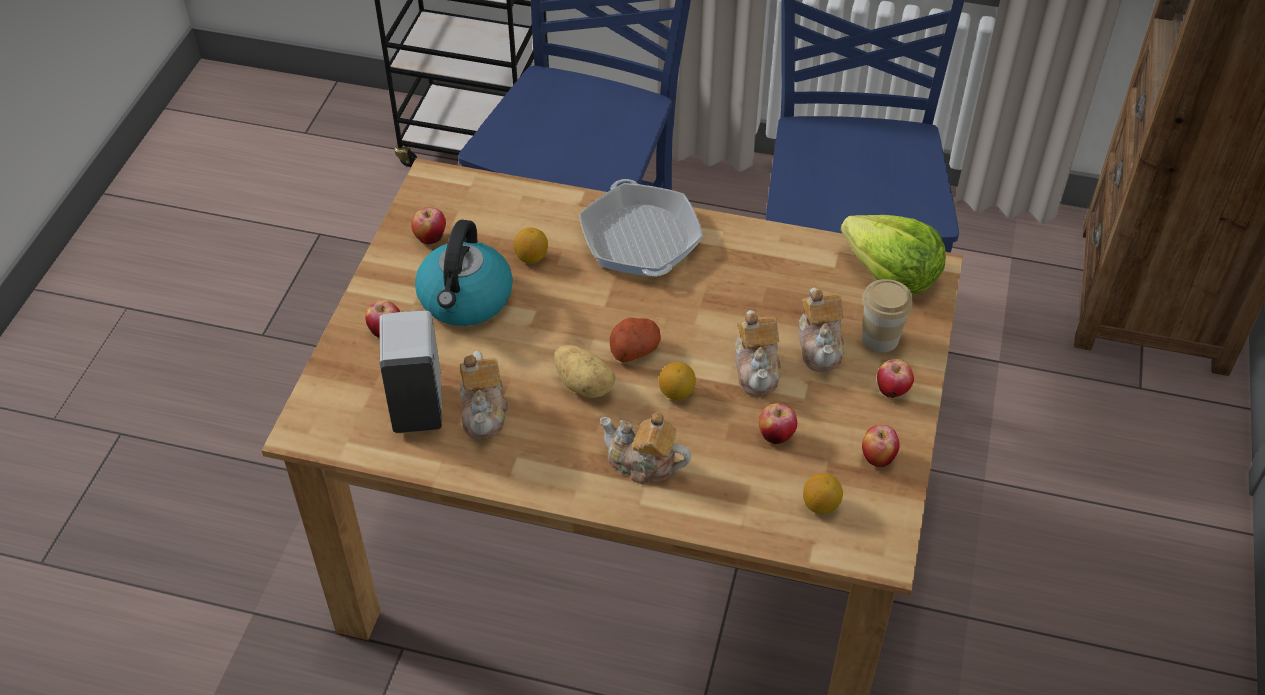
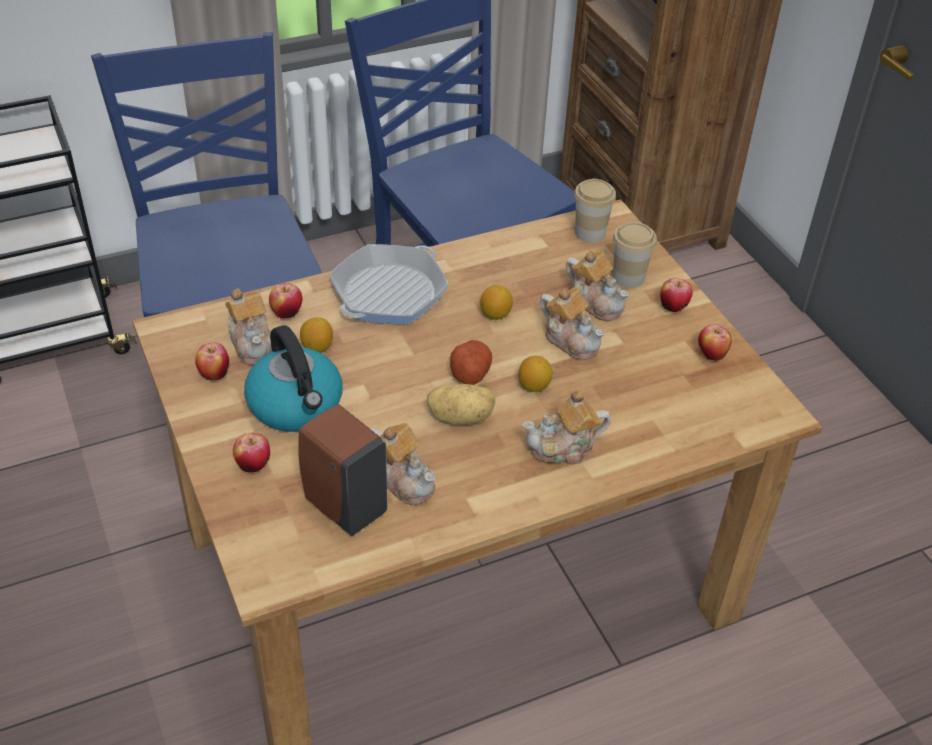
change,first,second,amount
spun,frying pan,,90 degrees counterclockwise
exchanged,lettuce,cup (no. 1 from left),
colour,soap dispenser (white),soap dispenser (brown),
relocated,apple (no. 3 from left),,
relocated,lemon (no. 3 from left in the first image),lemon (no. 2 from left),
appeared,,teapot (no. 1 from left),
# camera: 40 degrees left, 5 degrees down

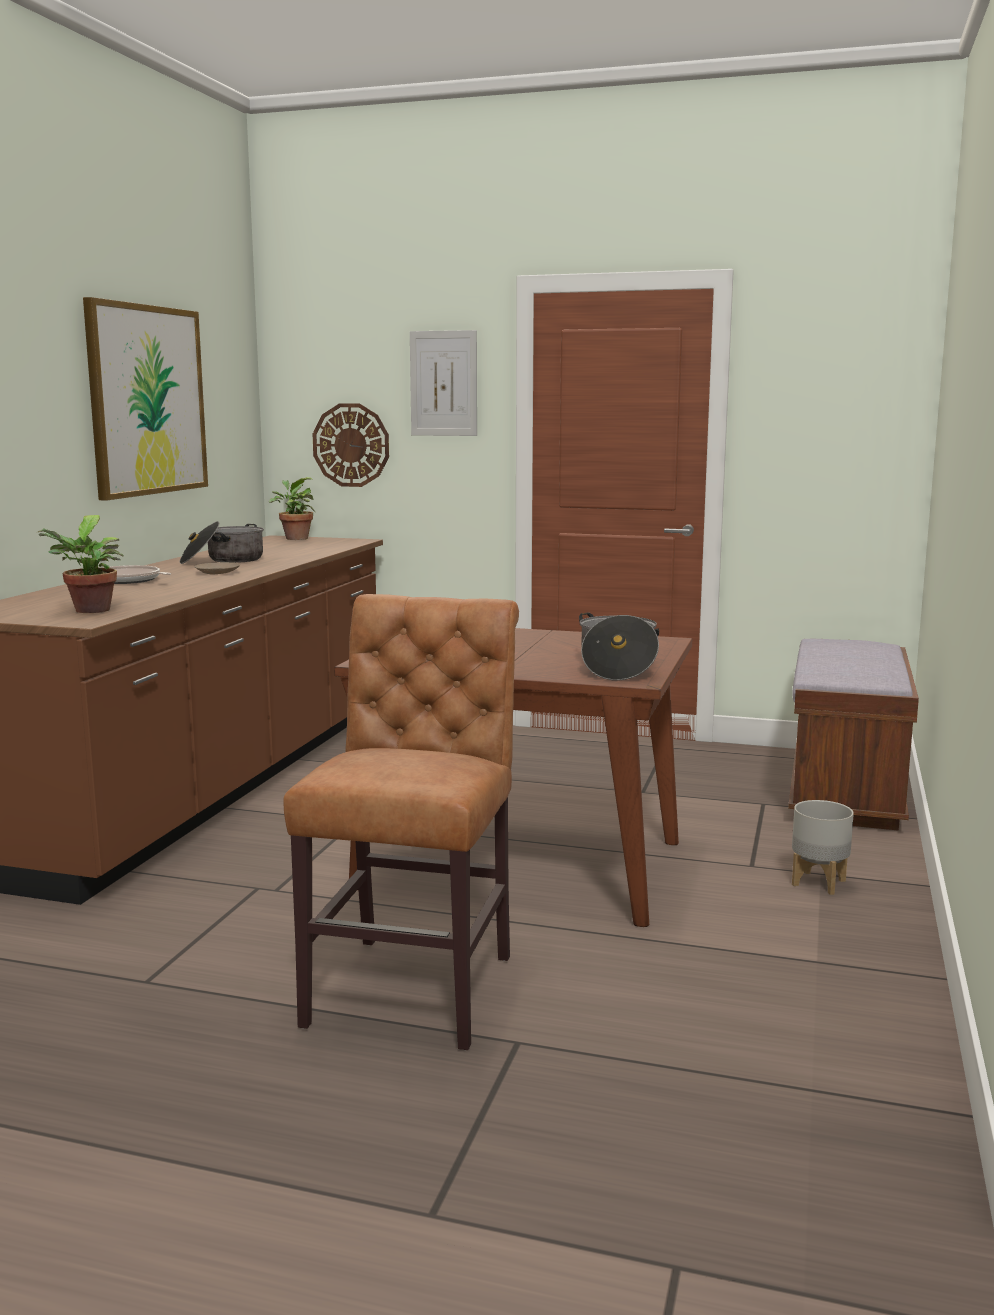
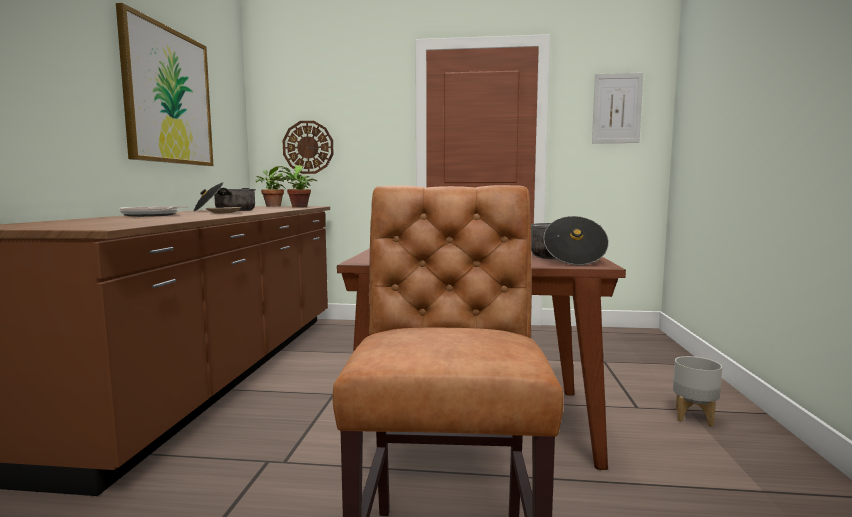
change,first,second,amount
relocated,picture (no. 2 from left),,
relocated,potted plant (no. 1 from left in the first image),potted plant (no. 2 from left),
missing,bench (brown),,
# camera: 10 degrees left, 5 degrees down

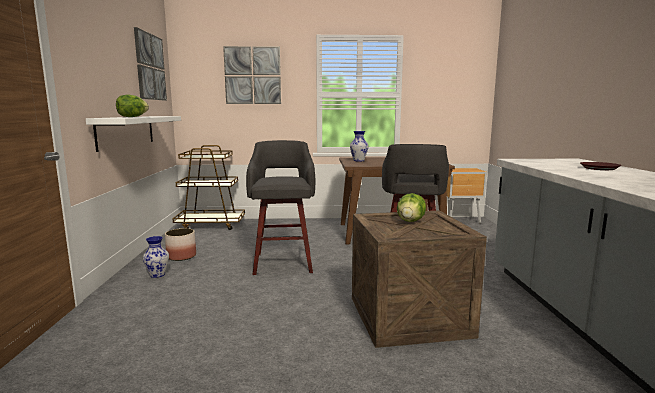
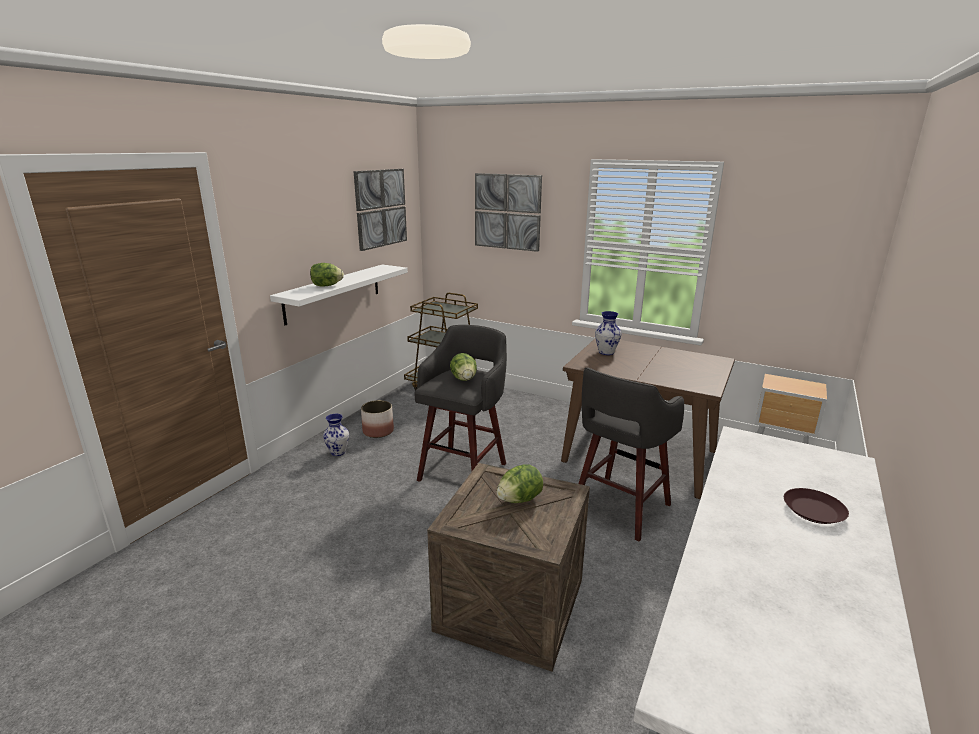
change,first,second,amount
appeared,,lettuce (no. 2 from left),
# camera: 30 degrees right, 10 degrees up

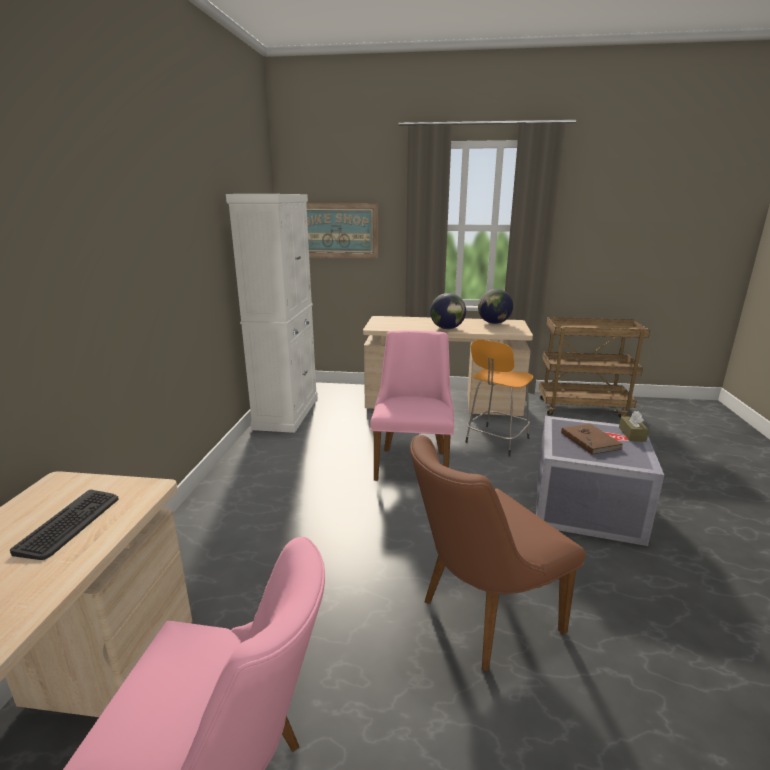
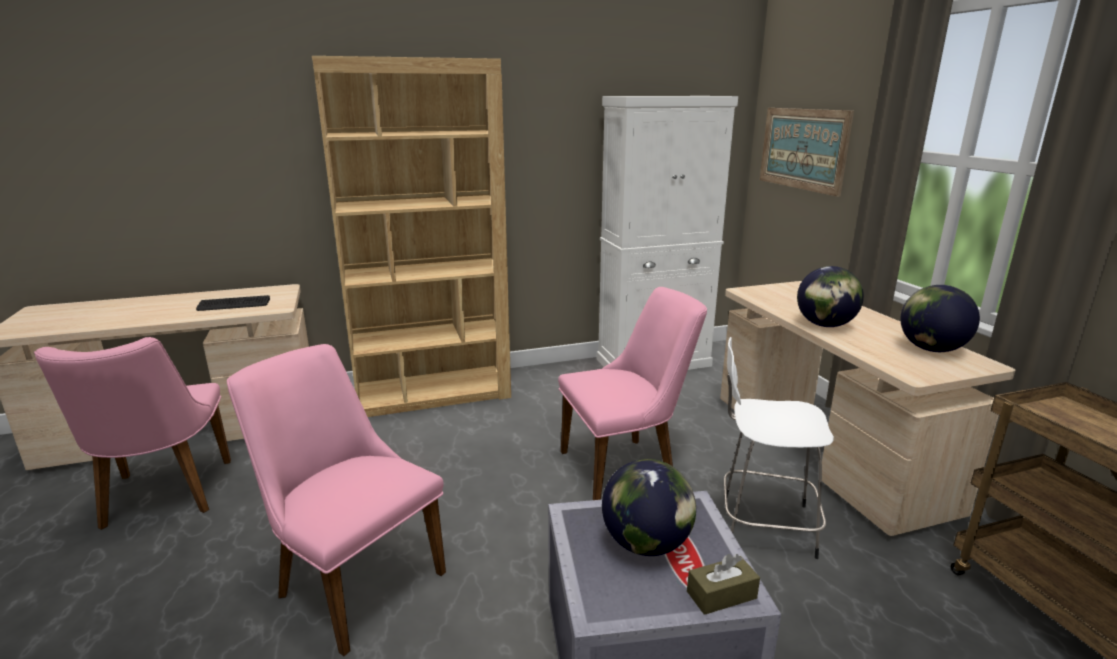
change,first,second,amount
colour,stool (orange),stool (white),
exchanged,book (brown),globe (no. 1 from left),
colour,chair (brown),chair (pink) (no. 2 from left),
appeared,,bookcase (brown),
# camera: 65 degrees right, 0 degrees up

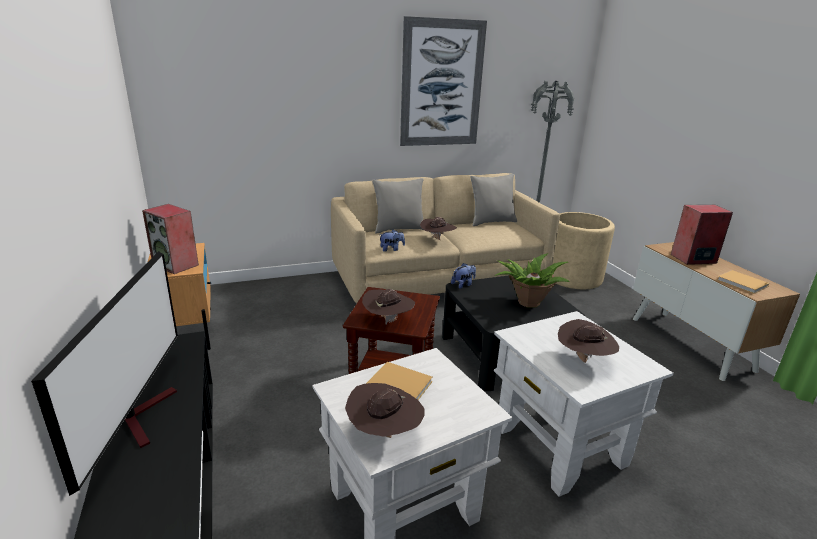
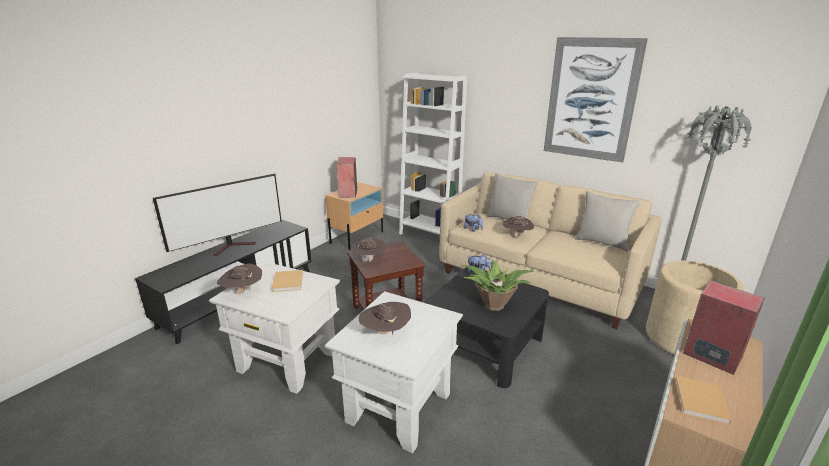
change,first,second,amount
appeared,,bookcase (white),
# camera: 55 degrees right, 0 degrees up

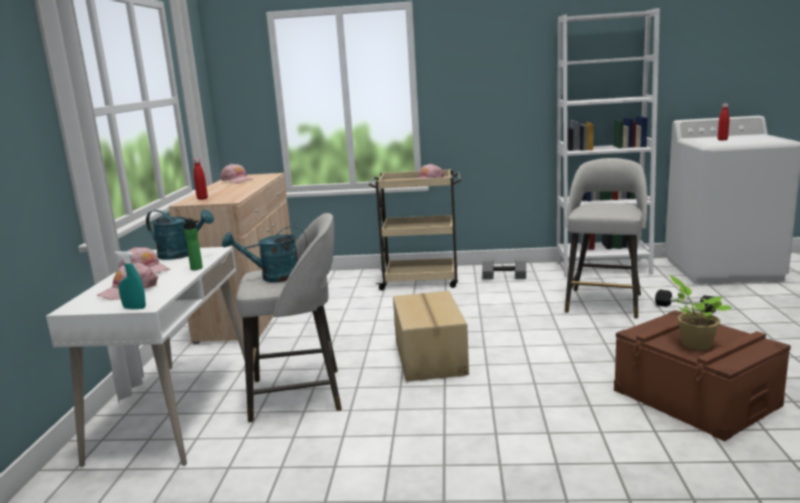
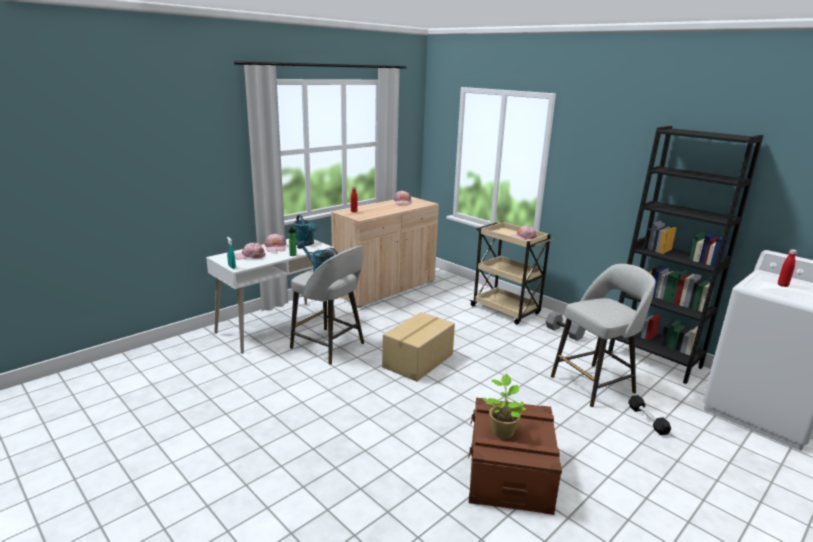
change,first,second,amount
colour,bookcase (white),bookcase (black),
# camera: 40 degrees right, 5 degrees up

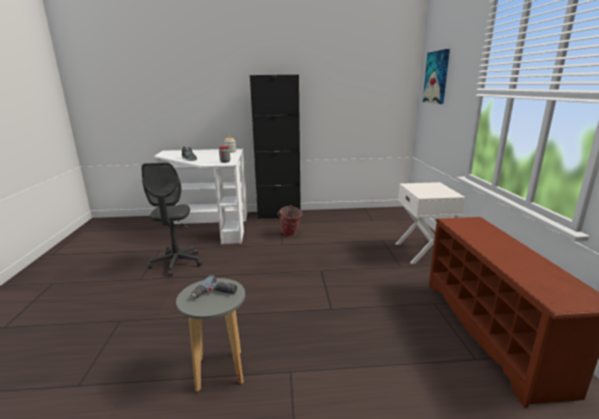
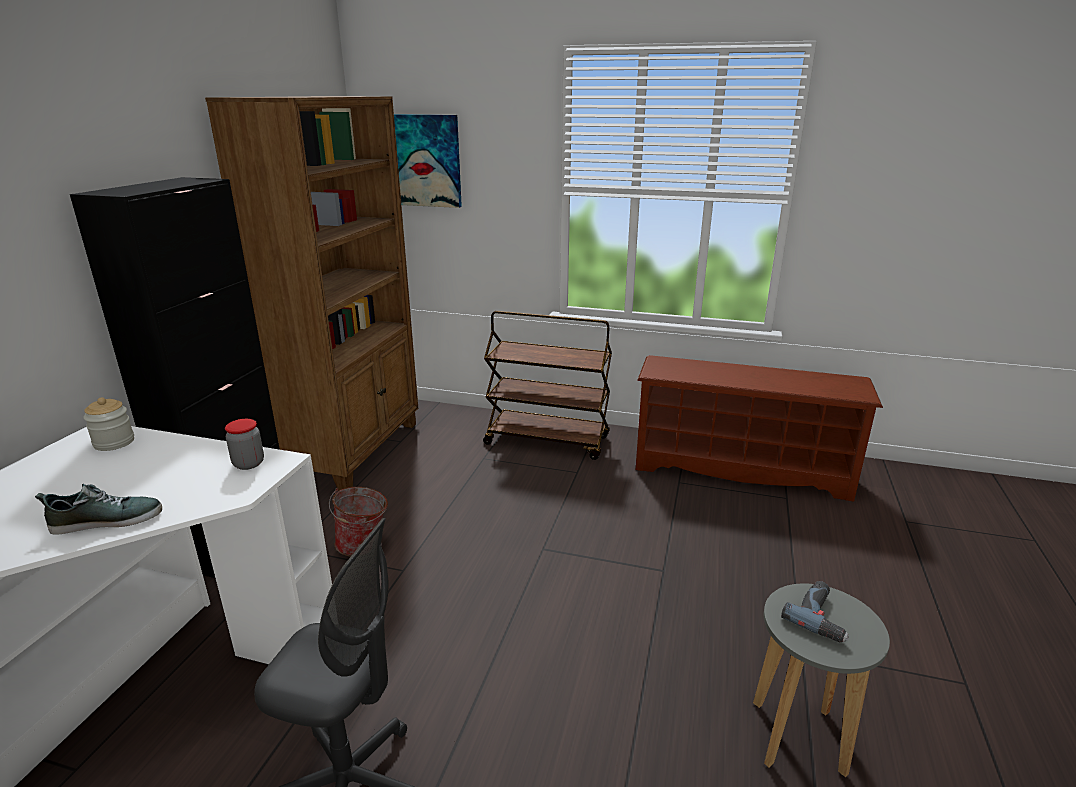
change,first,second,amount
exchanged,nightstand (white),cart (brown),
appeared,,bookcase (brown),
# camera: 70 degrees left, 5 degrees up

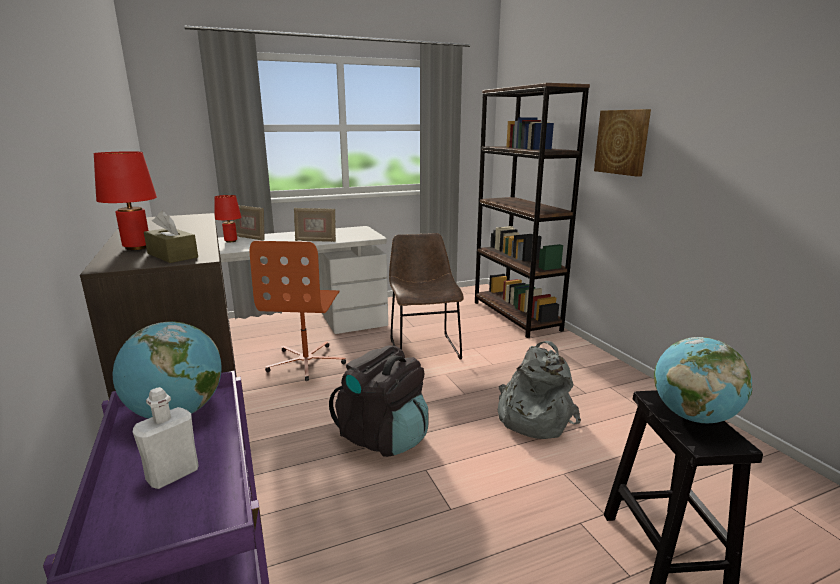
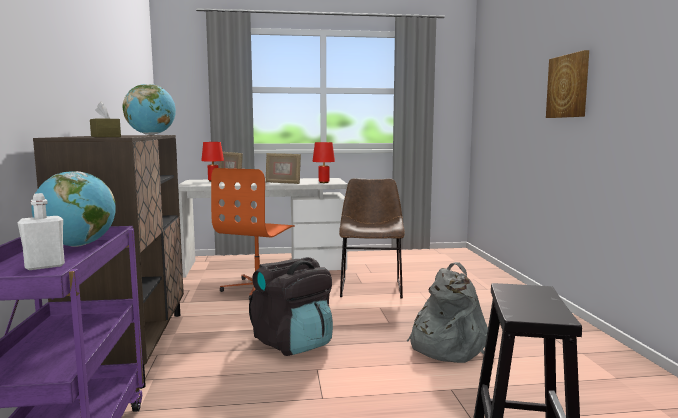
change,first,second,amount
missing,bookcase (brown),,
relocated,table lamp (red) (no. 1 from left in the first image),table lamp (red) (no. 2 from left),
relocated,globe (no. 2 from left),,
# camera: 15 degrees right, 10 degrees down

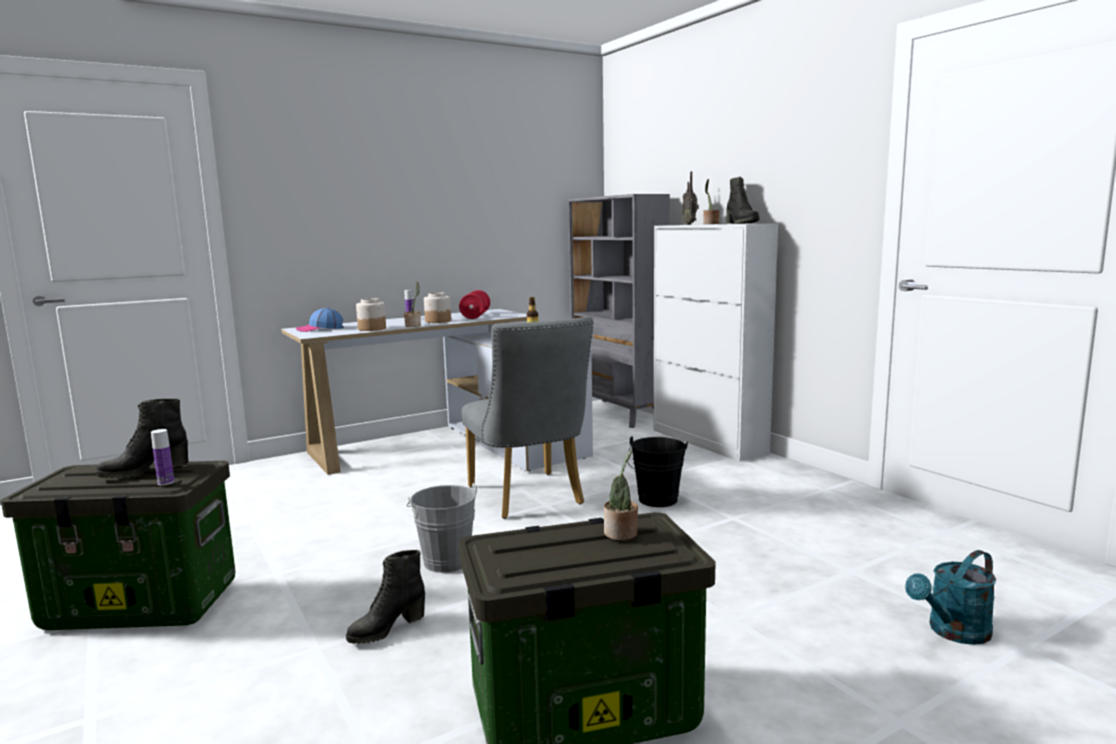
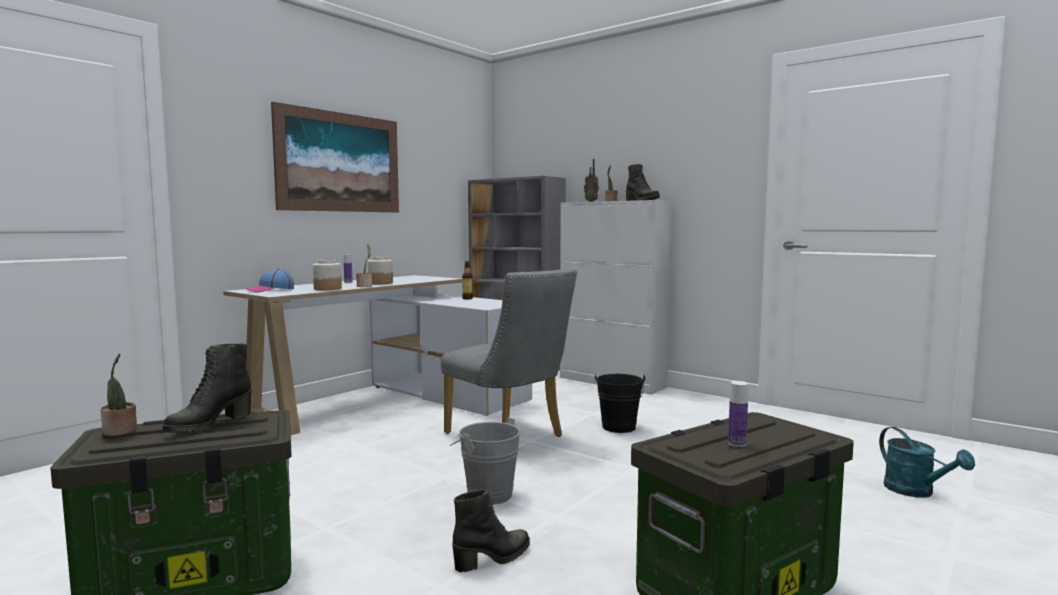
change,first,second,amount
missing,dumbbell (red),,
relocated,bottle (no. 1 from left in the first image),bottle (no. 3 from left),
relocated,potted plant (no. 2 from left in the first image),potted plant (no. 1 from left),
spun,boot (black) (no. 2 from left),,150 degrees counterclockwise
spun,watering can (turquoise),,60 degrees counterclockwise
appeared,,picture,
# camera: 20 degrees left, 5 degrees down

